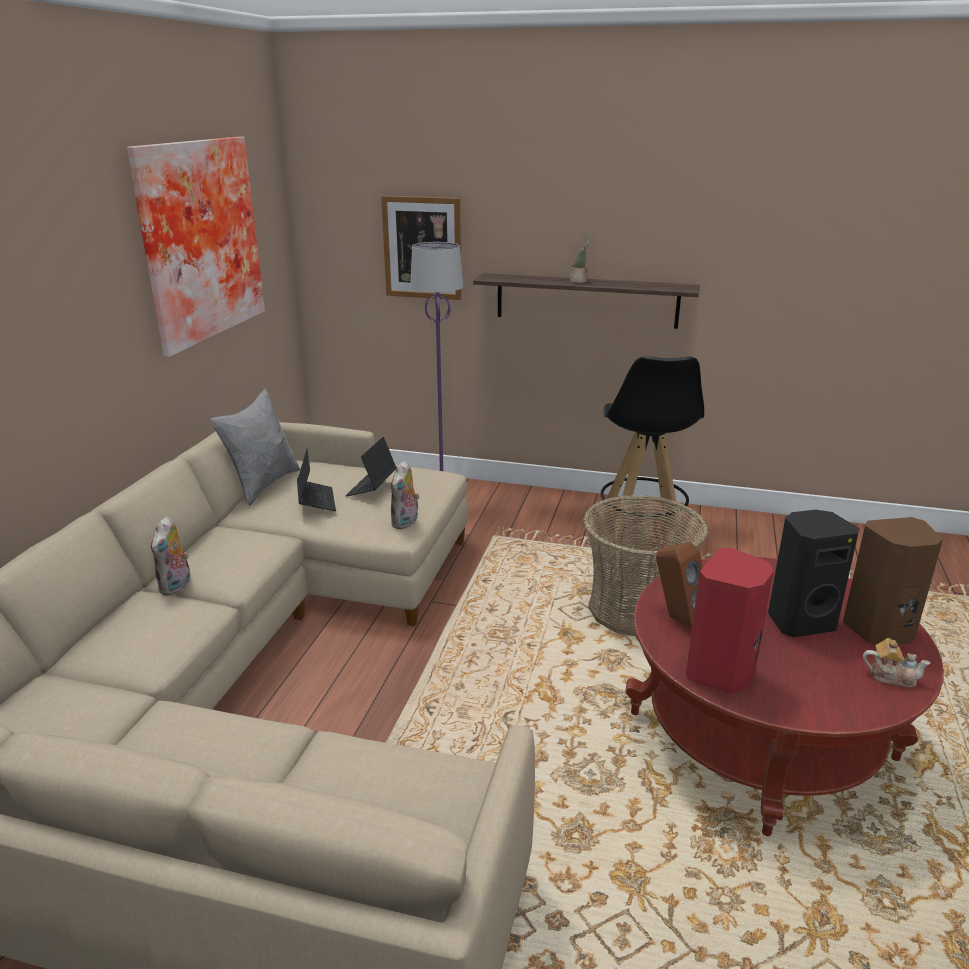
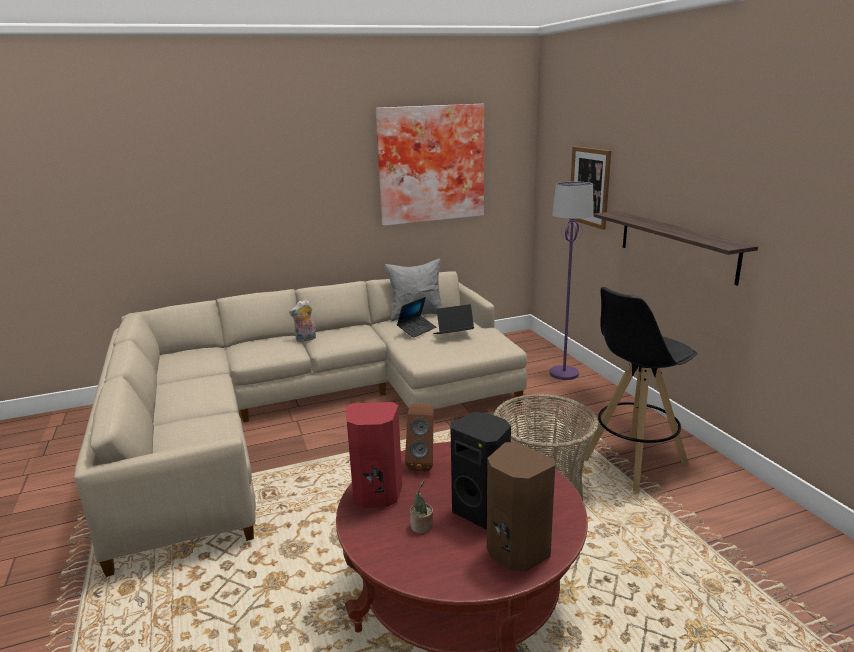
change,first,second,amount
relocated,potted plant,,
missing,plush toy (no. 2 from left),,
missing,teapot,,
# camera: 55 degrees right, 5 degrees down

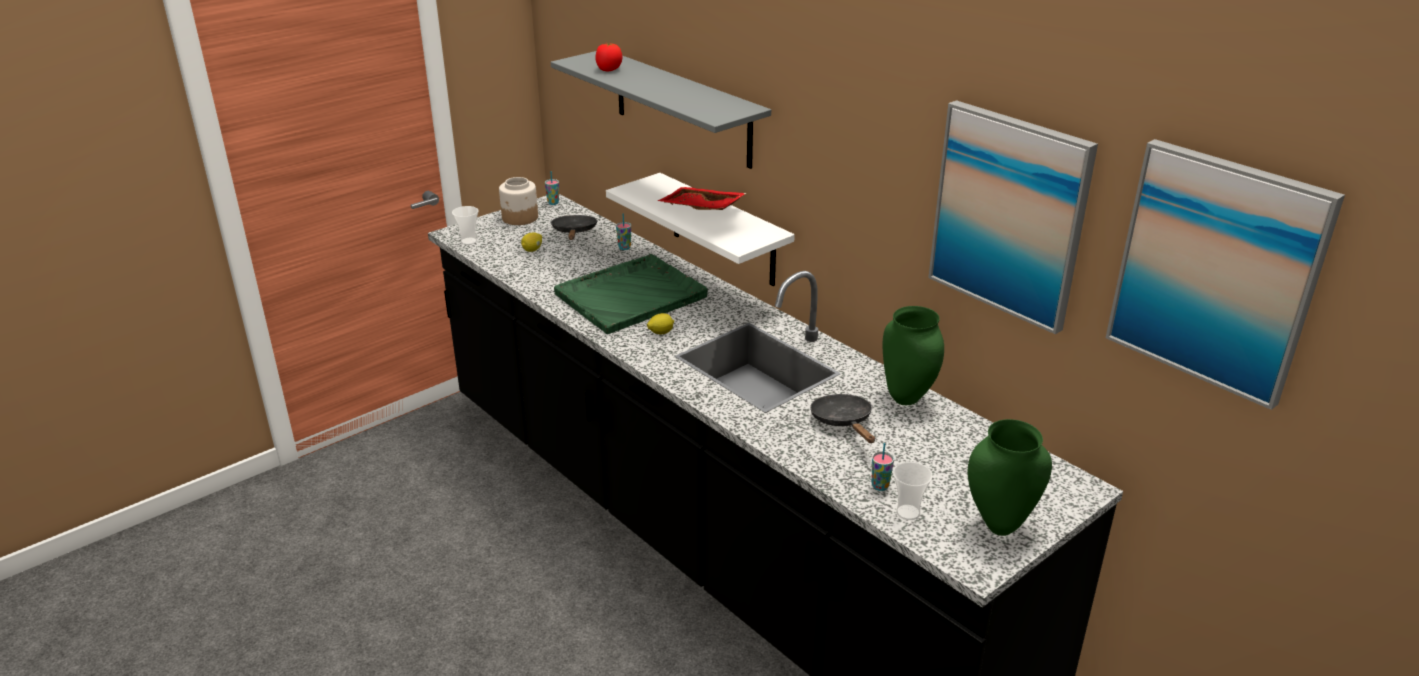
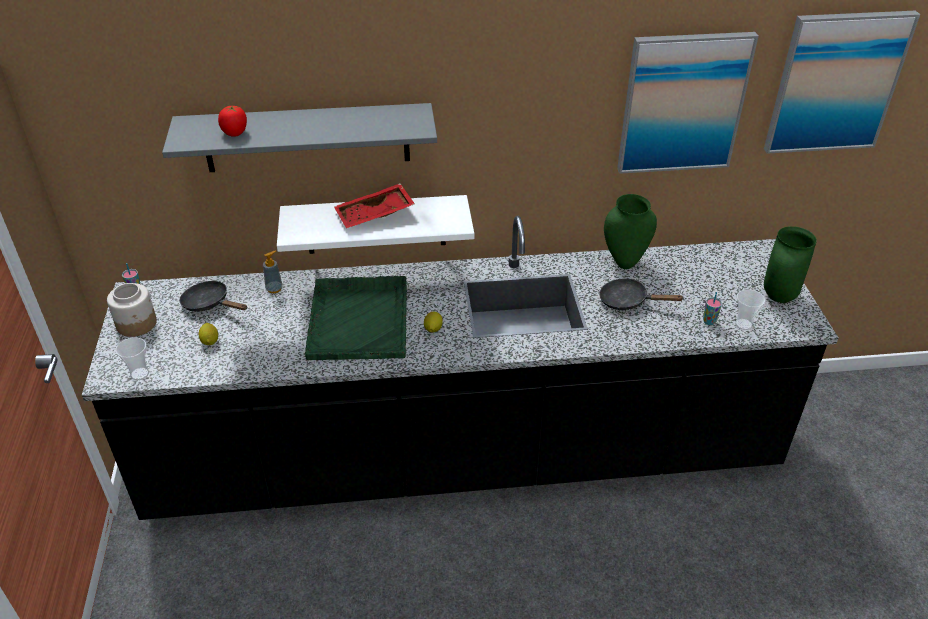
change,first,second,amount
exchanged,cup (no. 3 from left),soap dispenser,
# camera: 55 degrees left, 10 degrees up

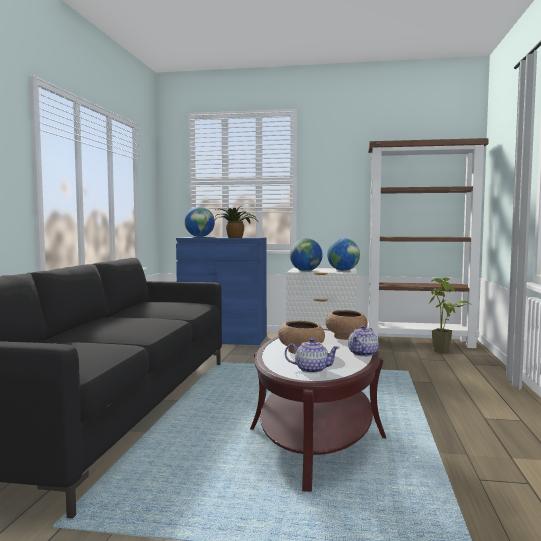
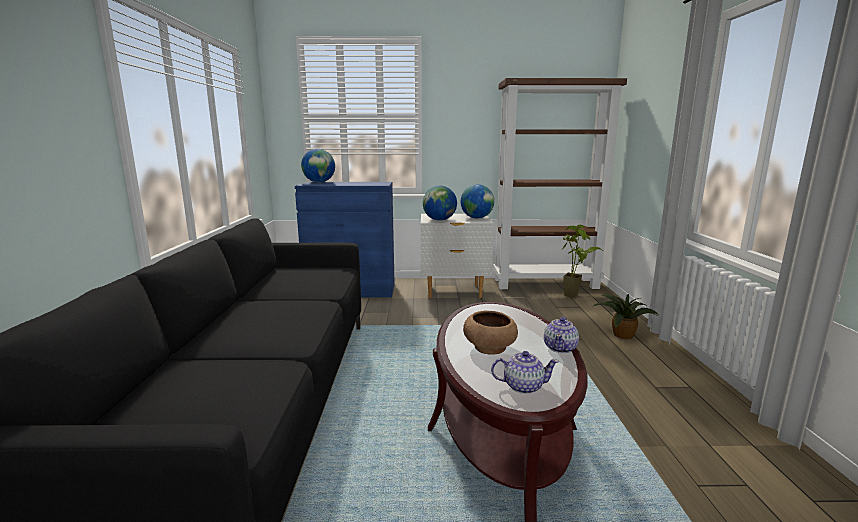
change,first,second,amount
relocated,potted plant (no. 1 from left in the first image),potted plant (no. 2 from left),
missing,bowl (brown) (no. 2 from left),,
# camera: 10 degrees left, 10 degrees up

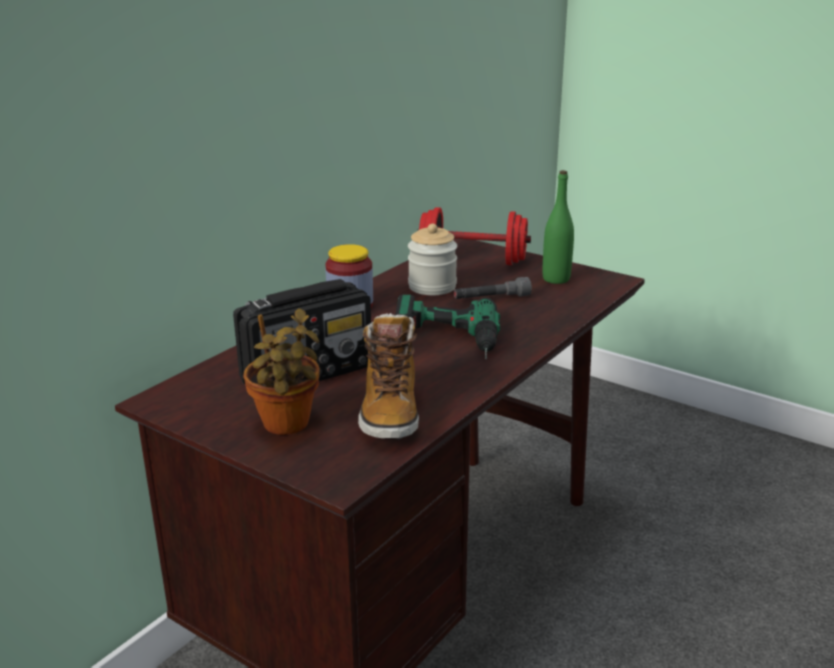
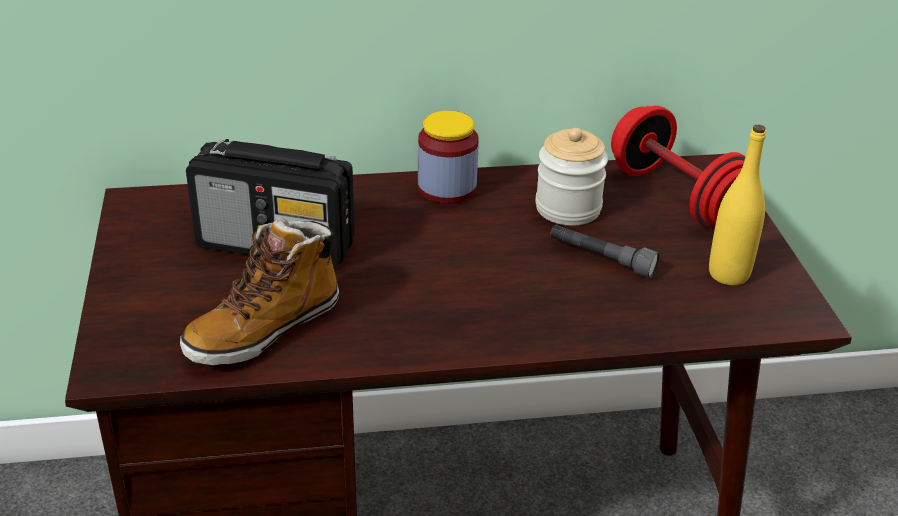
change,first,second,amount
colour,bottle (green),bottle (yellow),
missing,power drill,,
missing,potted plant,,
# camera: 45 degrees right, 10 degrees up

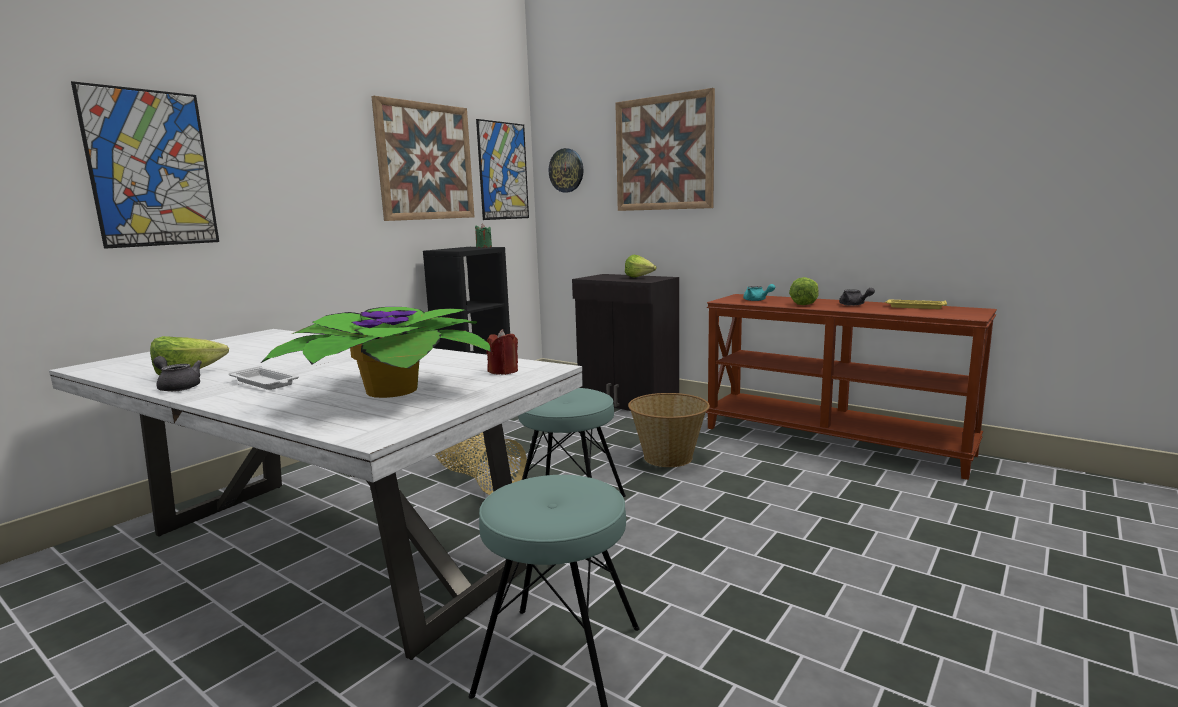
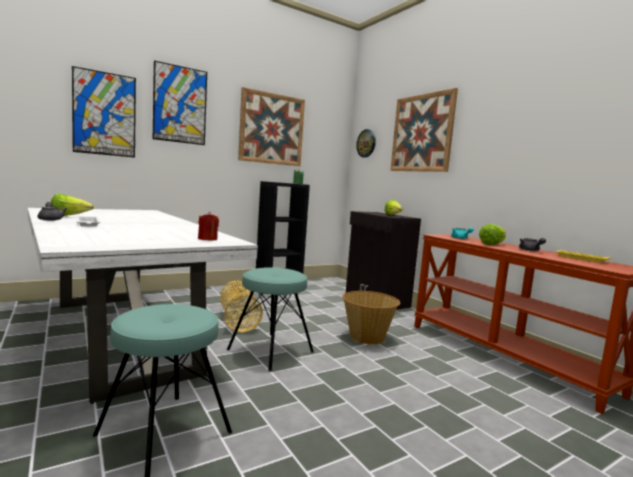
change,first,second,amount
relocated,picture (no. 3 from left in the first image),picture (no. 2 from left),
missing,potted plant,,
# camera: 20 degrees right, 5 degrees down

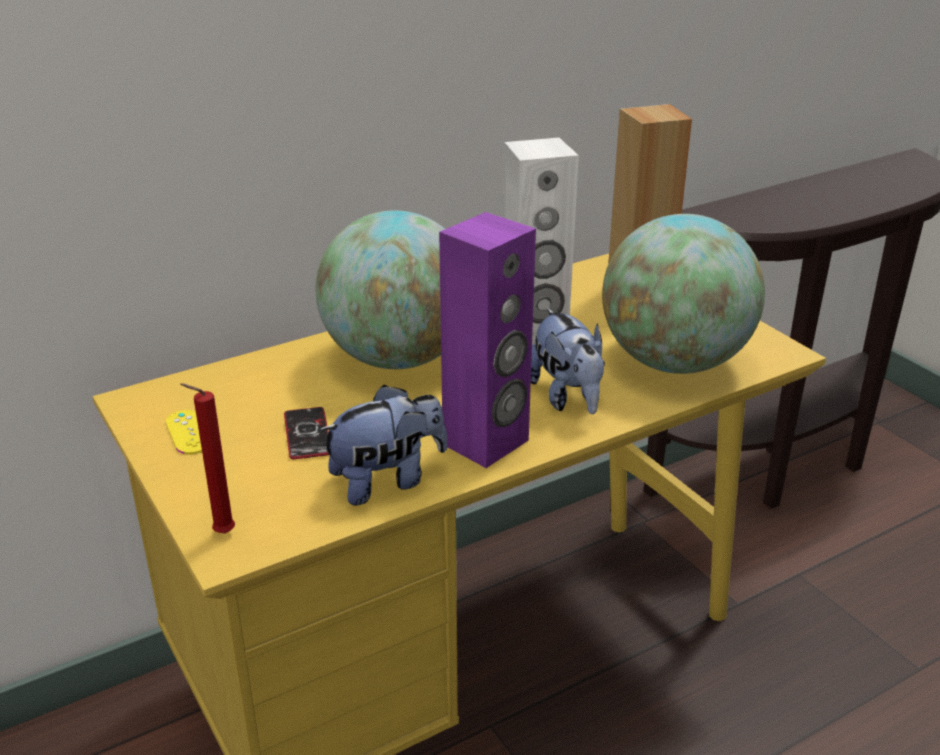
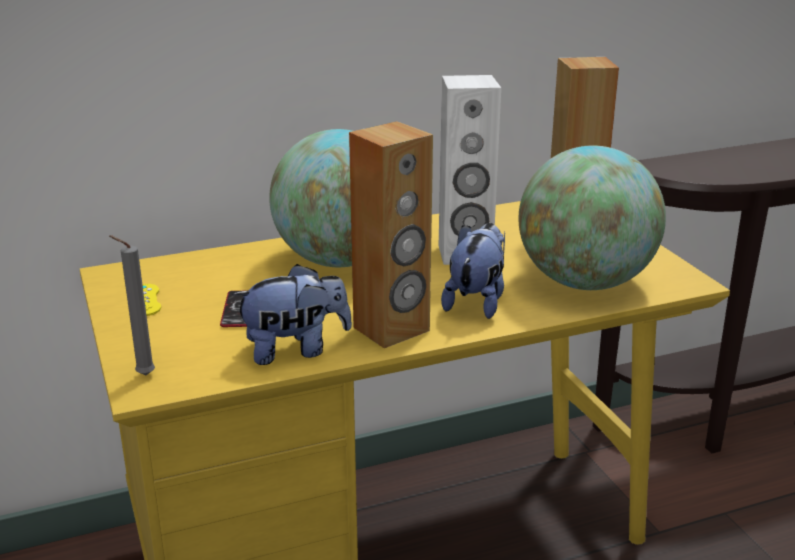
change,first,second,amount
colour,speaker (purple),speaker (brown) (no. 1 from left),
spun,plush toy (no. 2 from left),,150 degrees counterclockwise
colour,candle (red),candle (grey),
# camera: 10 degrees right, 5 degrees down

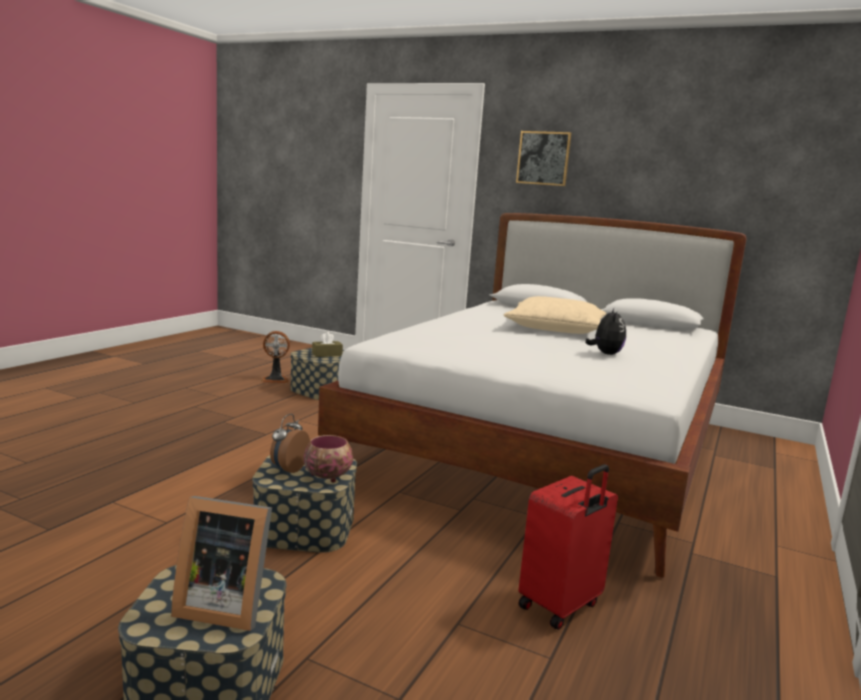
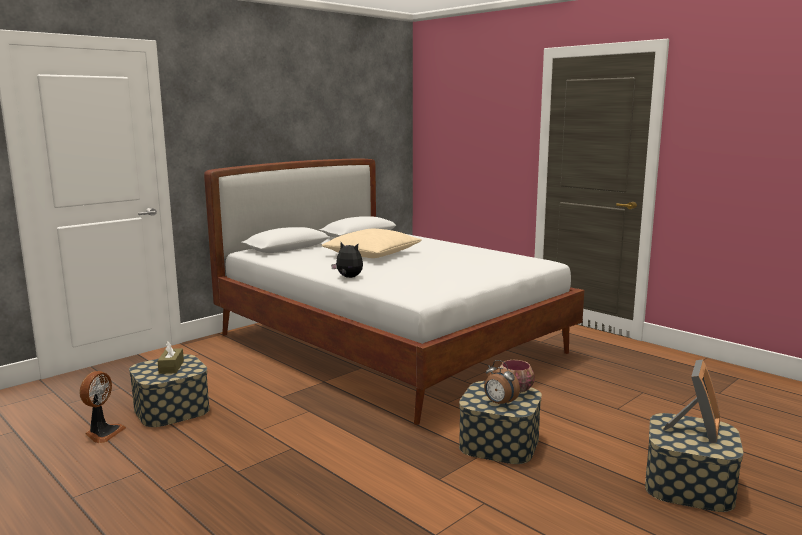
change,first,second,amount
missing,picture,,
relocated,plush toy,,
missing,suitcase (red),,
# camera: 70 degrees left, 0 degrees up

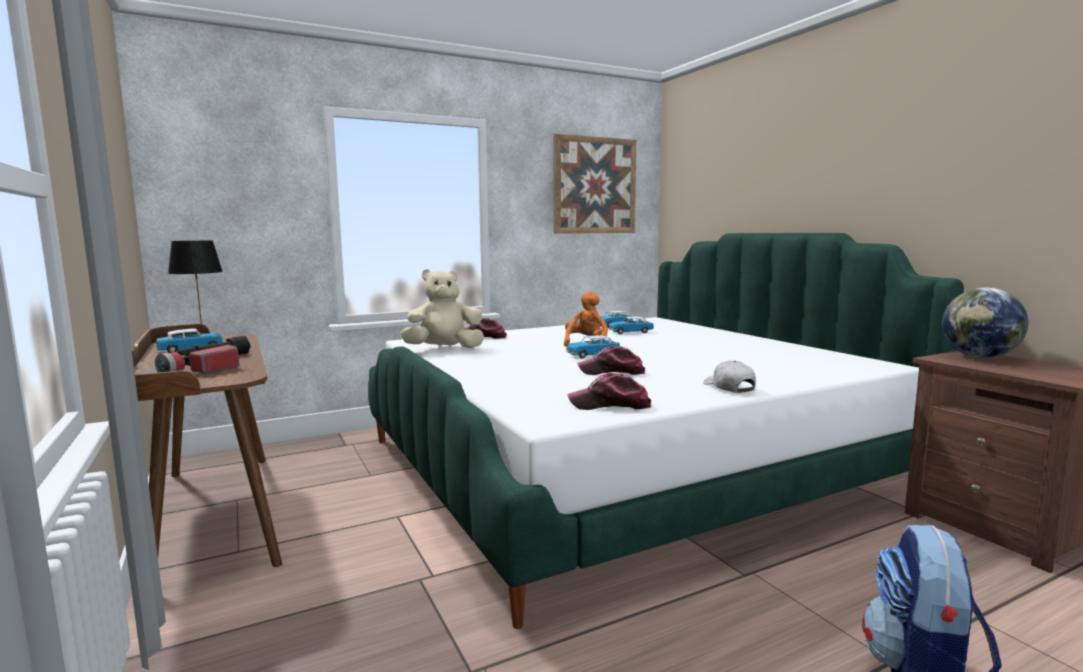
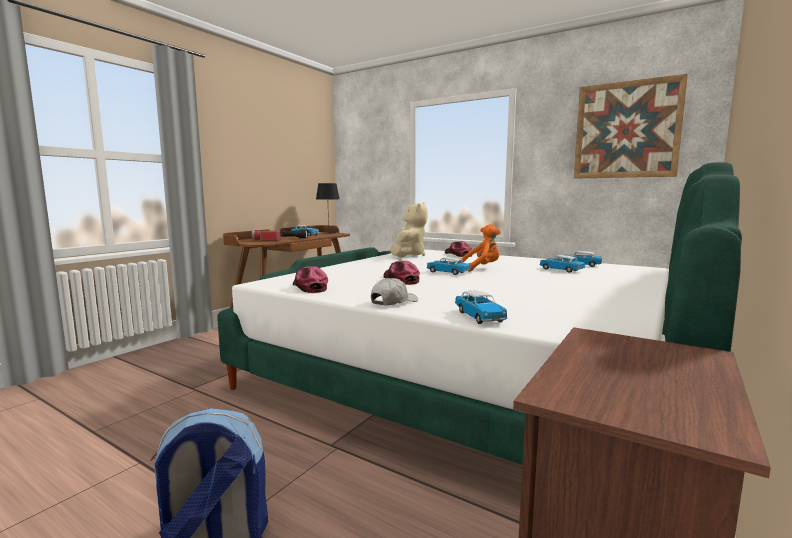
change,first,second,amount
spun,plush toy (beige),,60 degrees clockwise
missing,globe,,
appeared,,toy car (no. 3 from left),
# camera: 60 degrees right, 0 degrees up

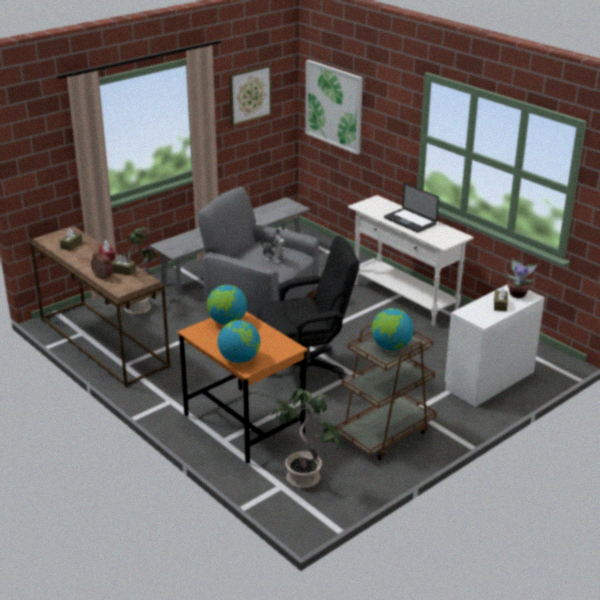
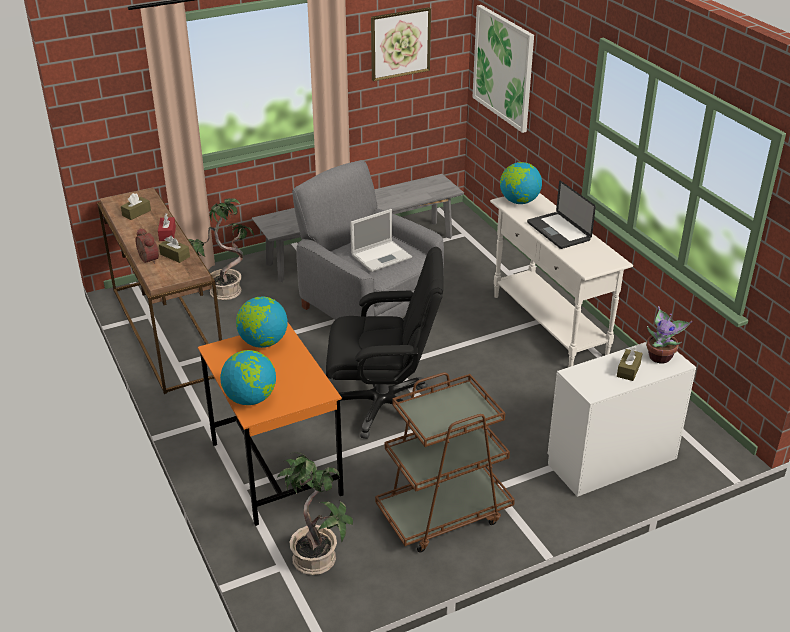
change,first,second,amount
exchanged,plush toy,laptop (no. 1 from left),
relocated,globe (no. 3 from left),,
# camera: 15 degrees right, 5 degrees up

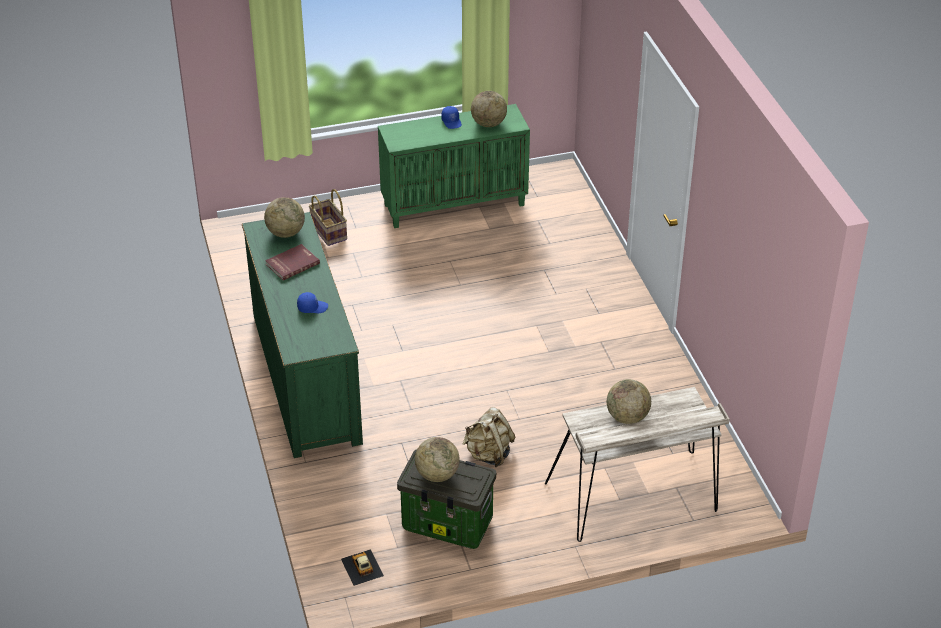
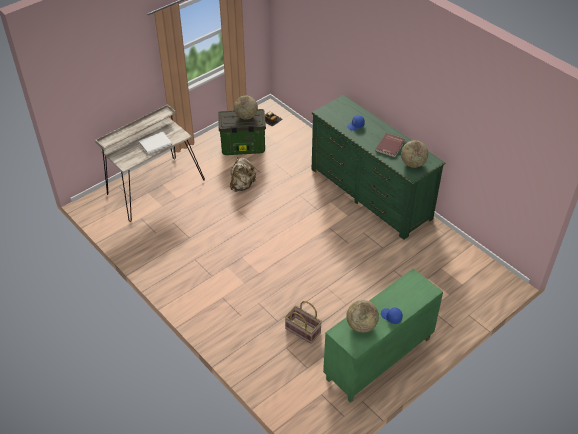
change,first,second,amount
relocated,basket,,
exchanged,globe (no. 4 from left),book (white),
# camera: 155 degrees right, 5 degrees up

